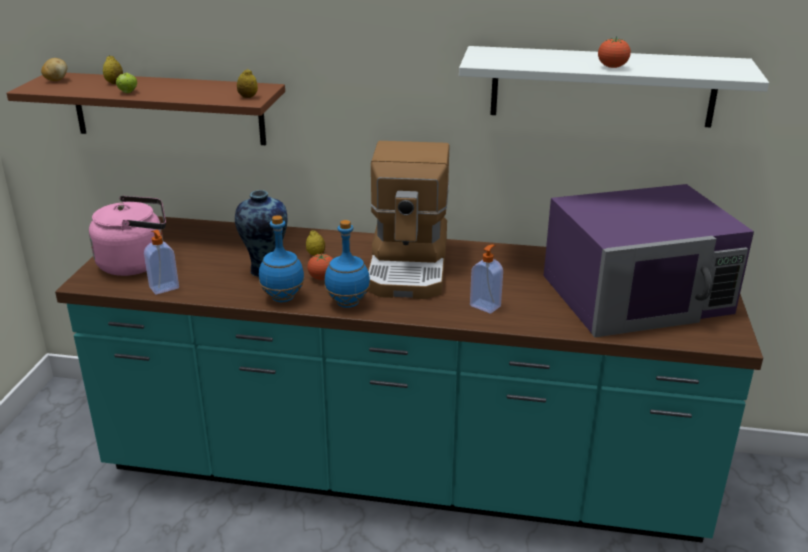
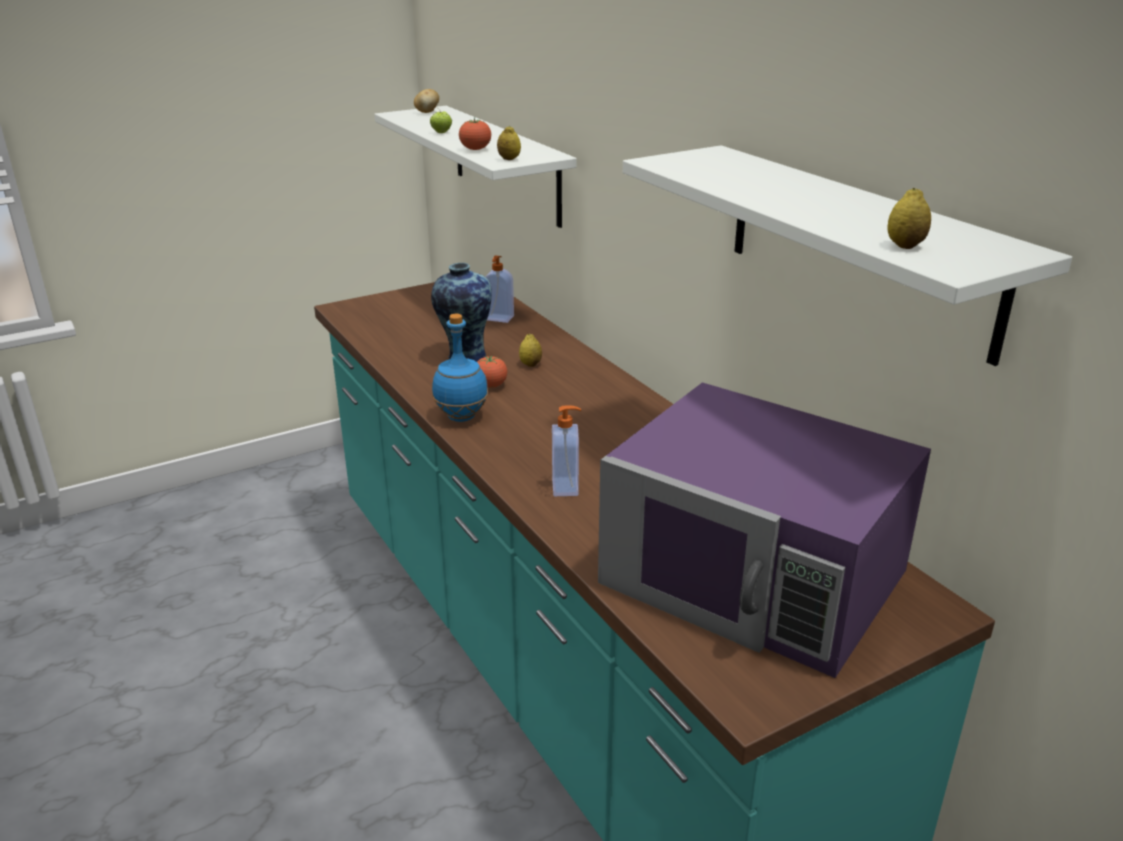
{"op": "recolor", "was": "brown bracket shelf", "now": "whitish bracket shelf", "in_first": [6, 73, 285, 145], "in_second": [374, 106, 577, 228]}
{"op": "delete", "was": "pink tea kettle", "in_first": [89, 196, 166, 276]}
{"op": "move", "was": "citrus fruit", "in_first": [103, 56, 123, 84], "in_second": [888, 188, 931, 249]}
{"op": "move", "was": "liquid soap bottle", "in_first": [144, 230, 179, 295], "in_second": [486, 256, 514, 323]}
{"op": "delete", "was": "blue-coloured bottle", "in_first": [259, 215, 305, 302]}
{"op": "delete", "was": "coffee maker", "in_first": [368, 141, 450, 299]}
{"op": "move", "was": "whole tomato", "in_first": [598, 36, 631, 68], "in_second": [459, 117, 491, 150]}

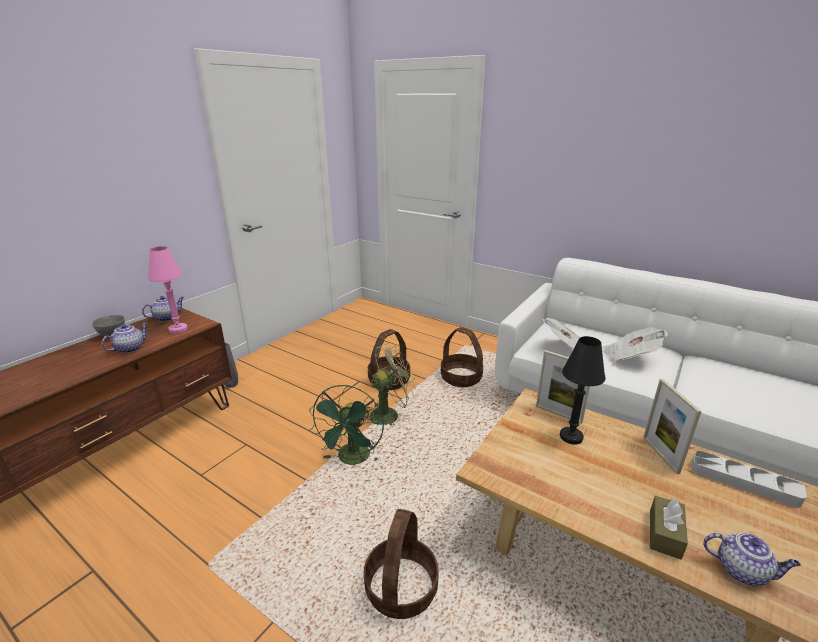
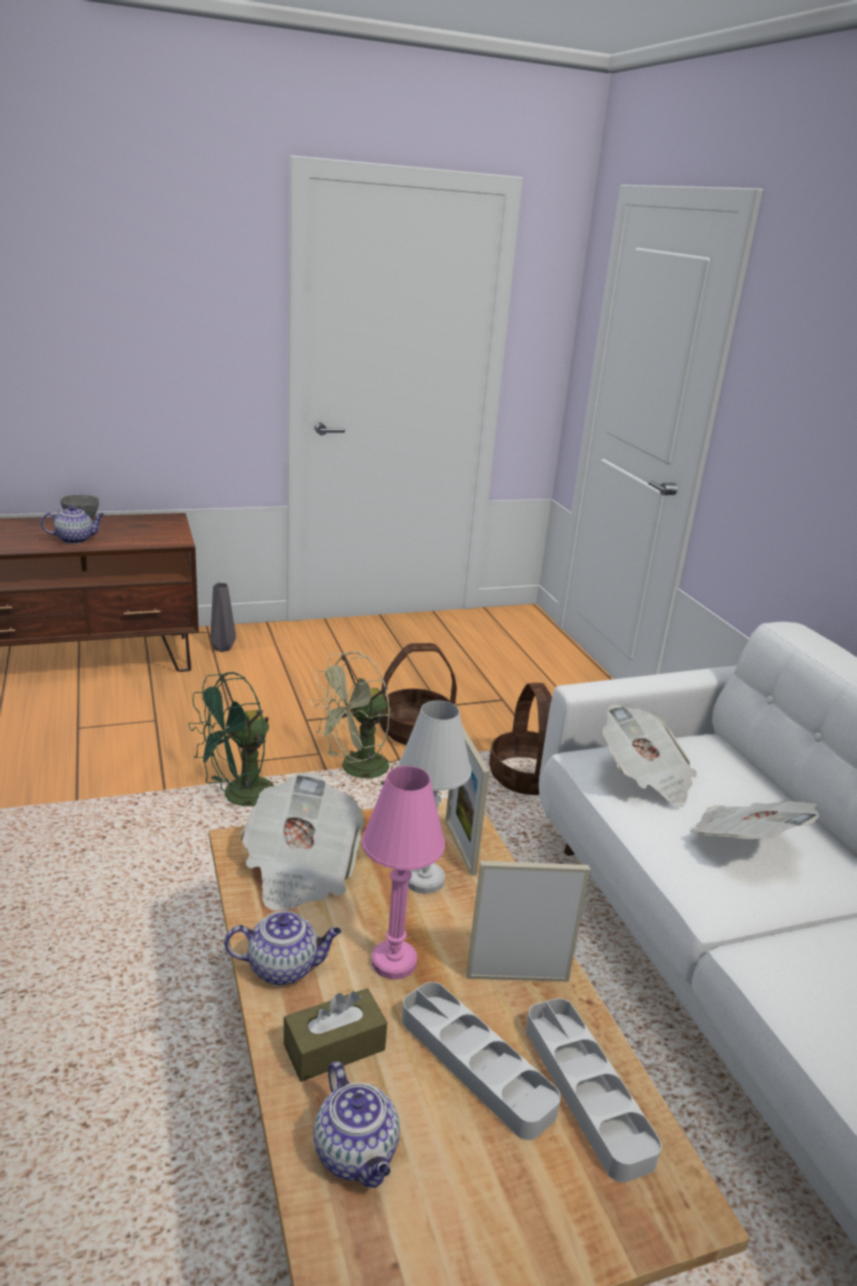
{"op": "move", "was": "pot for tea", "in_first": [142, 296, 184, 322], "in_second": [224, 911, 341, 986]}
{"op": "move", "was": "pink lamp for a table", "in_first": [148, 246, 188, 334], "in_second": [362, 766, 445, 980]}
{"op": "rotate", "was": "green-coloured fan", "in_first": [364, 343, 418, 425], "in_second": [310, 652, 400, 785], "clockwise": 135}
{"op": "delete", "was": "household basket", "in_first": [364, 509, 439, 619]}
{"op": "recolor", "was": "blackish lamp for a table", "now": "whitish lamp for a table", "in_first": [560, 336, 605, 444], "in_second": [398, 701, 472, 894]}
{"op": "rotate", "was": "standing frame", "in_first": [643, 379, 702, 474], "in_second": [466, 861, 590, 982], "clockwise": 60}
{"op": "insert", "now": "printed paper", "in_second": [241, 773, 365, 911]}
{"op": "insert", "now": "gray serving tray", "in_second": [402, 982, 561, 1140]}

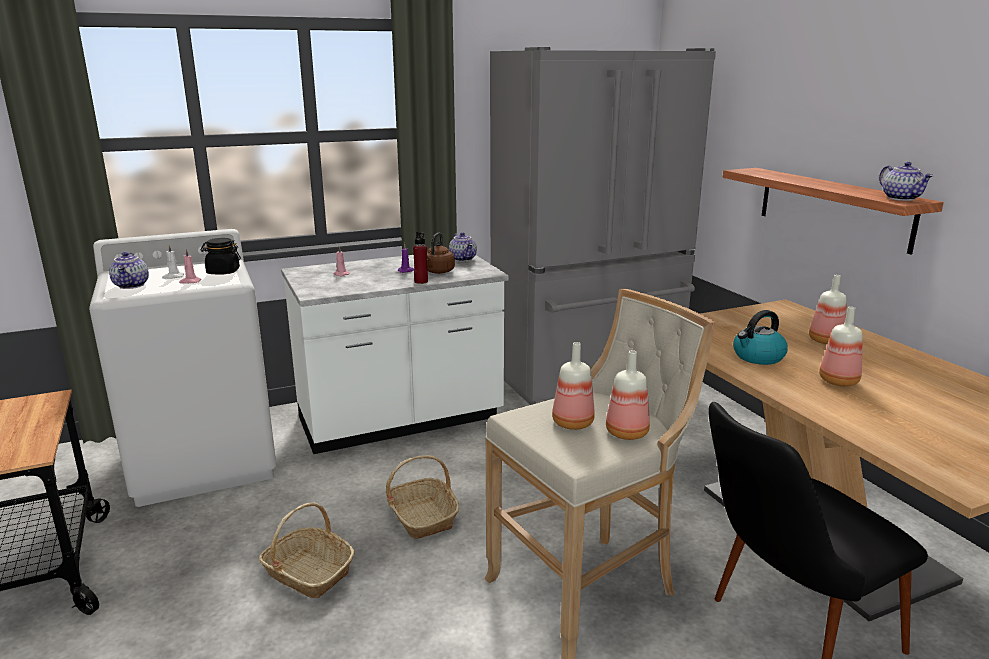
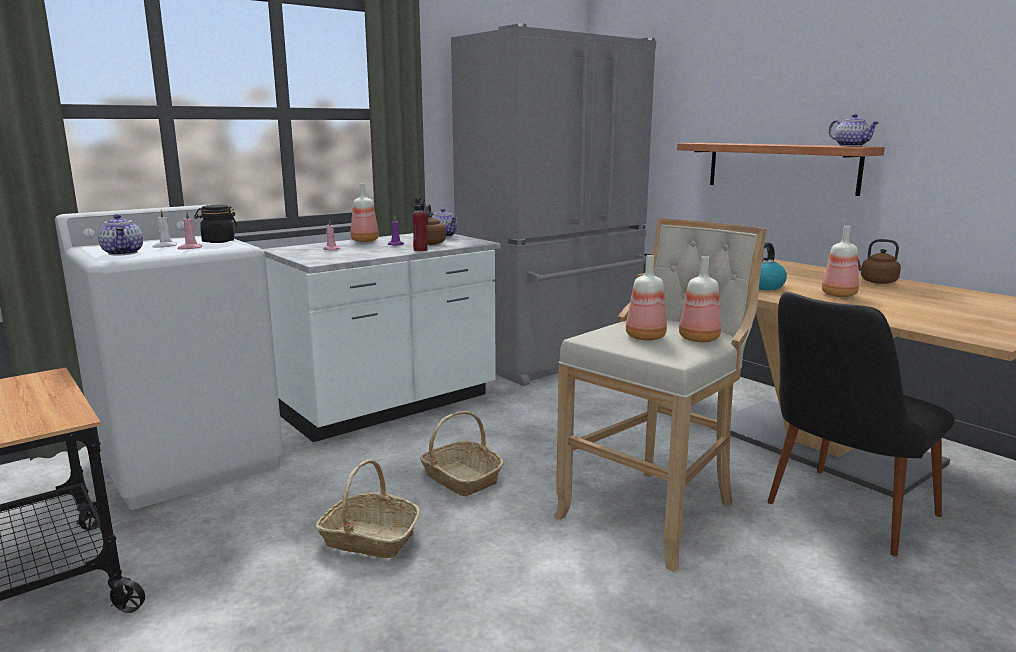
{"op": "move", "was": "bottle", "in_first": [809, 275, 847, 344], "in_second": [350, 183, 379, 242]}
{"op": "insert", "now": "brown tea kettle", "in_second": [858, 239, 901, 284]}

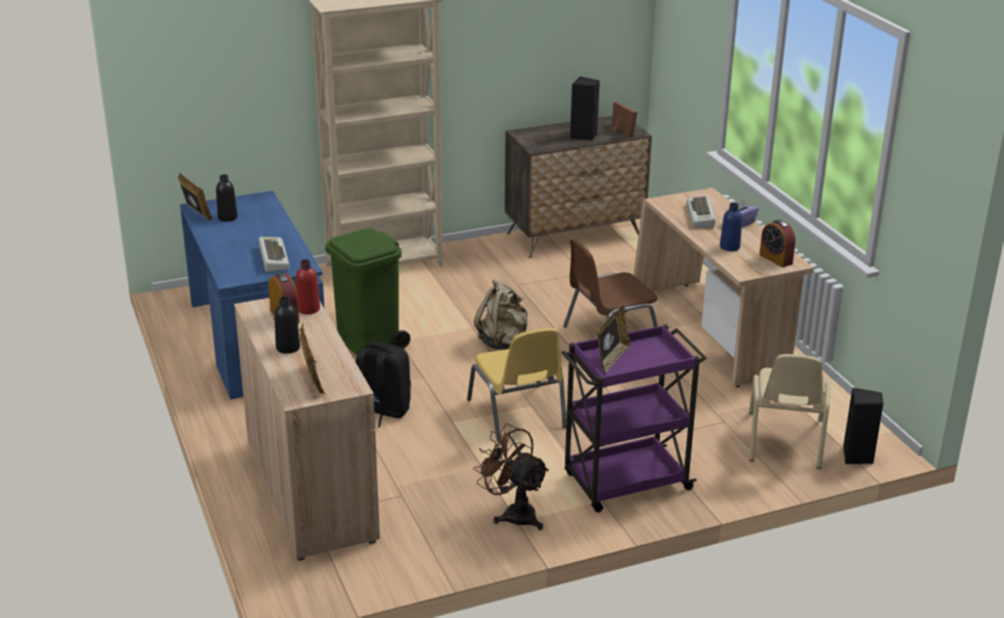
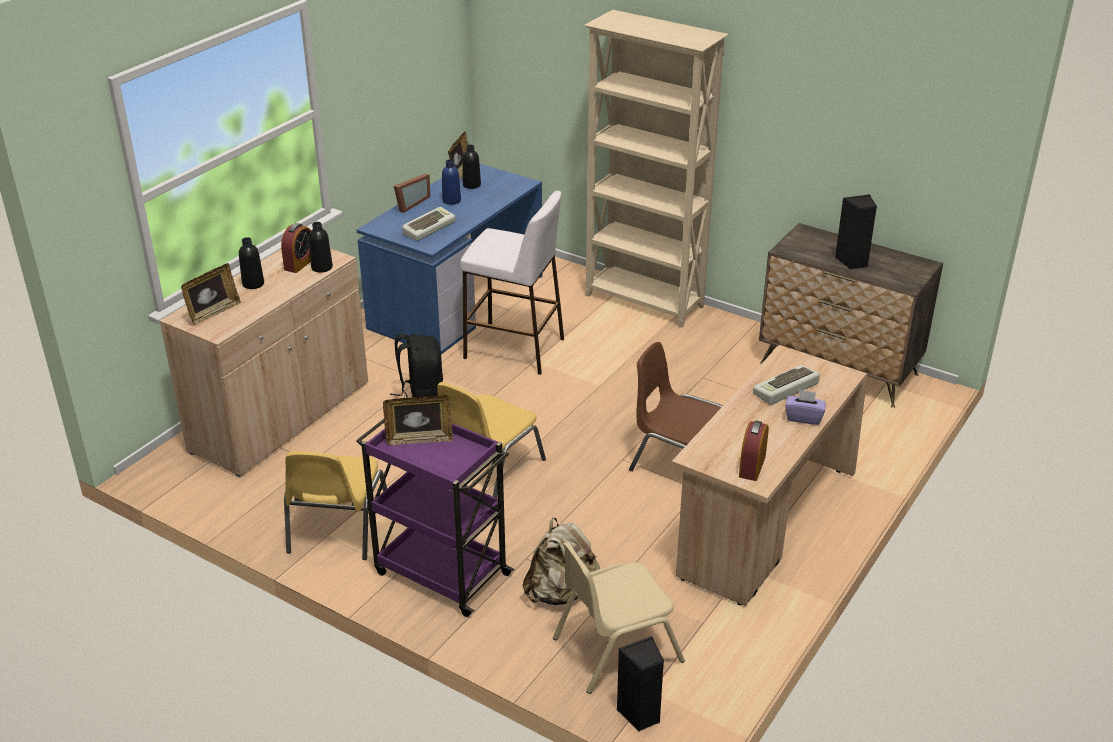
{"op": "recolor", "was": "red bottle", "now": "blackish bottle", "in_first": [296, 259, 320, 314], "in_second": [309, 222, 333, 273]}
{"op": "replace", "was": "green-coloured trash can", "now": "whitish sitting stool", "in_first": [325, 228, 411, 355], "in_second": [460, 191, 564, 375]}
{"op": "replace", "was": "brown fan", "now": "yellow upright chair", "in_first": [473, 423, 549, 530], "in_second": [284, 451, 387, 560]}
{"op": "move", "was": "beige backpack", "in_first": [474, 280, 527, 350], "in_second": [522, 518, 600, 605]}
{"op": "move", "was": "standing frame", "in_first": [612, 101, 637, 137], "in_second": [394, 173, 430, 213]}
{"op": "move", "was": "blue-coloured bottle", "in_first": [720, 203, 742, 251], "in_second": [442, 160, 461, 205]}

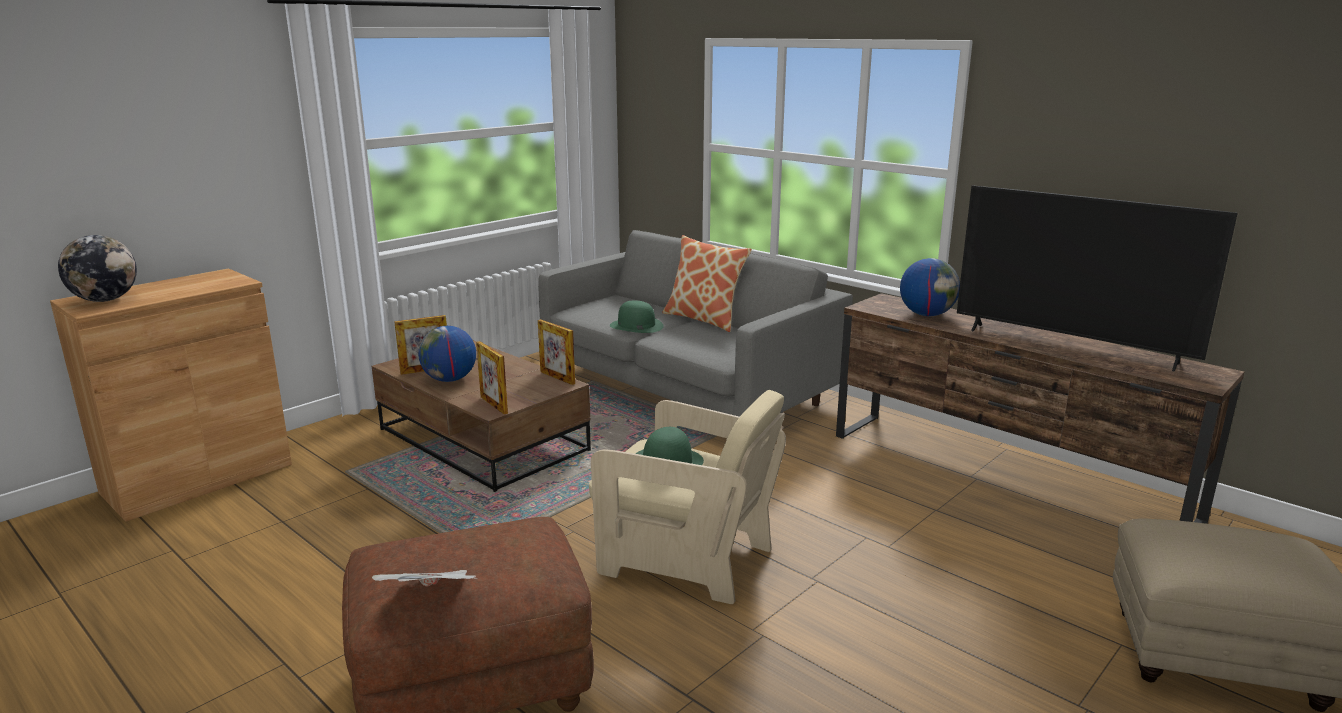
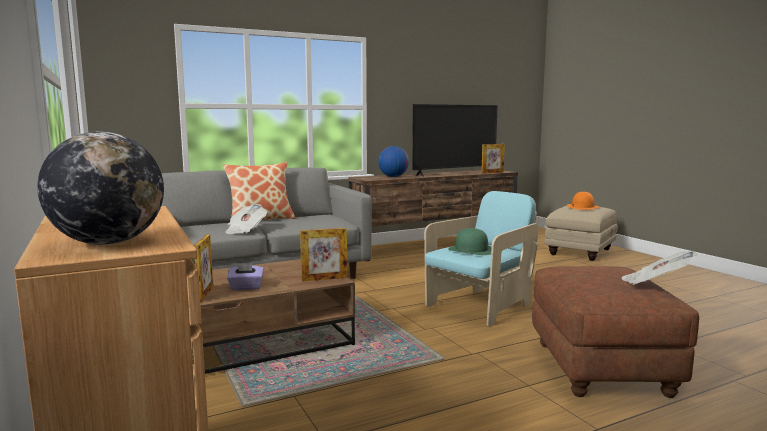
{"op": "replace", "was": "desk globe", "now": "purple-coloured tissue holder", "in_first": [418, 326, 476, 382], "in_second": [227, 263, 264, 290]}
{"op": "move", "was": "standing frame", "in_first": [538, 319, 575, 385], "in_second": [481, 144, 505, 174]}
{"op": "recolor", "was": "beige lounge chair", "now": "blue-green lounge chair", "in_first": [589, 390, 786, 604], "in_second": [424, 191, 539, 327]}
{"op": "replace", "was": "green-coloured hat", "now": "printed paper", "in_first": [610, 300, 664, 333], "in_second": [225, 204, 267, 234]}
{"op": "insert", "now": "orange hat", "in_second": [567, 192, 600, 210]}

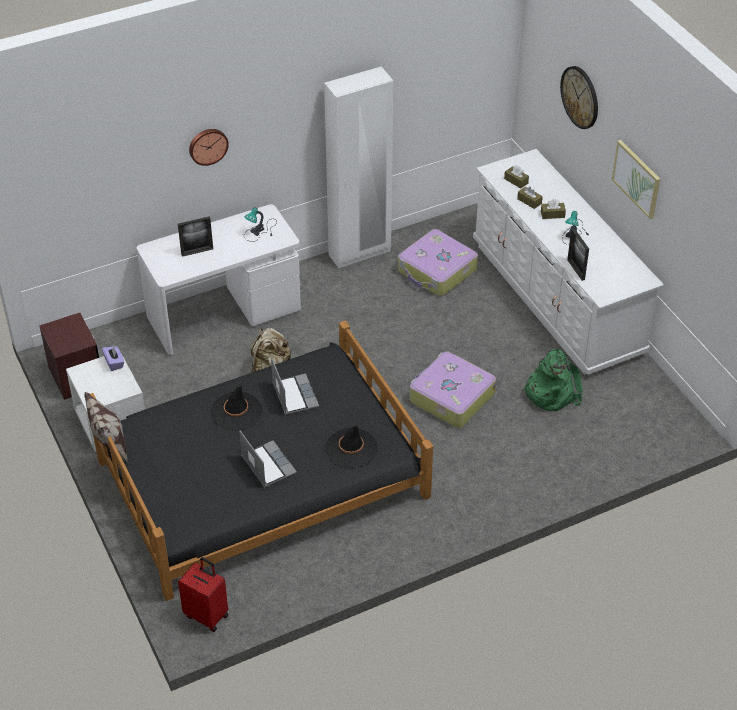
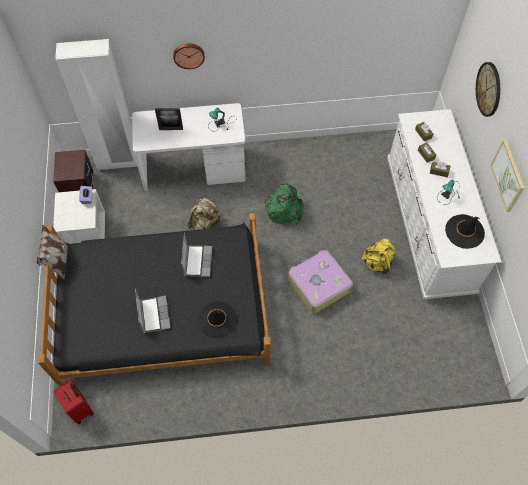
{"op": "move", "was": "blackish hat", "in_first": [211, 385, 262, 431], "in_second": [445, 214, 485, 249]}
{"op": "move", "was": "whitish armoire", "in_first": [324, 67, 393, 268], "in_second": [55, 39, 138, 170]}
{"op": "delete", "was": "piece of luggage", "in_first": [398, 229, 478, 296]}
{"op": "move", "was": "green-coloured backpack", "in_first": [522, 349, 583, 411], "in_second": [263, 183, 304, 224]}
{"op": "delete", "was": "standing frame", "in_first": [567, 228, 589, 281]}
{"op": "insert", "now": "yellow backpack", "in_second": [362, 239, 397, 275]}

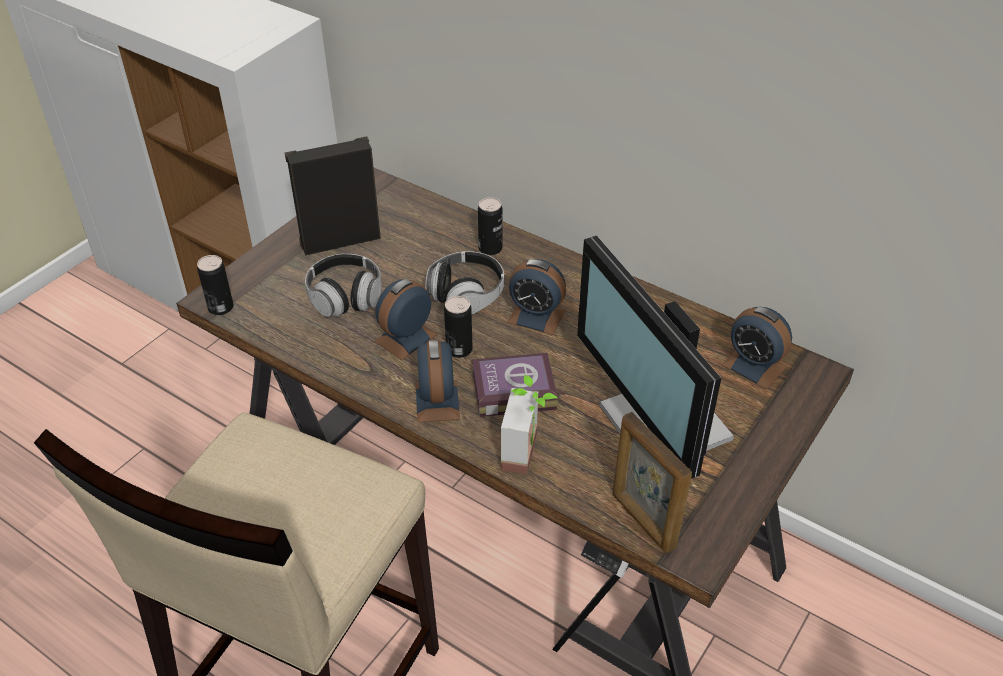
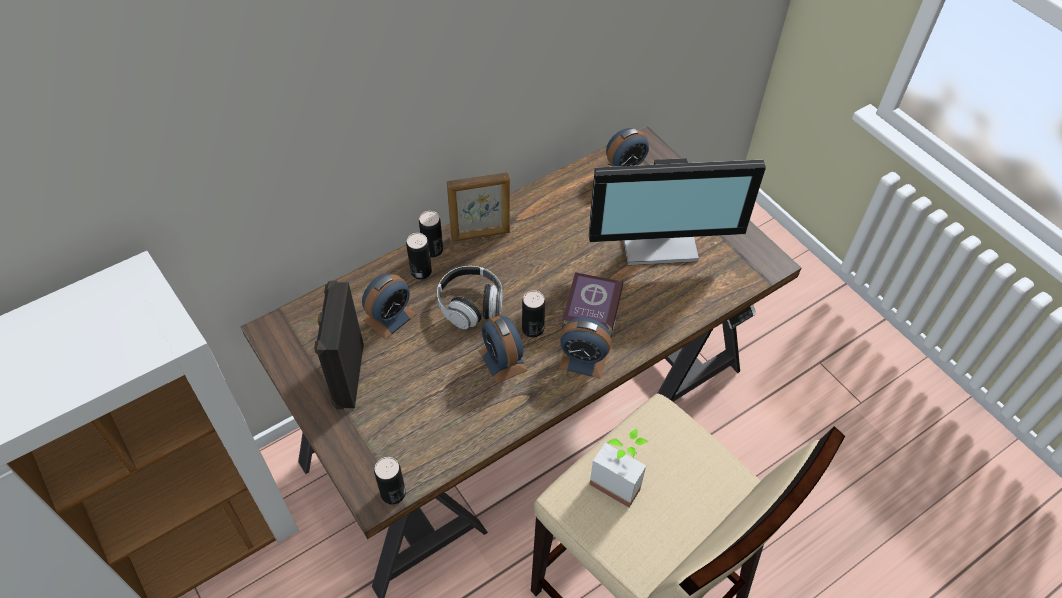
{"op": "delete", "was": "headphones", "in_first": [305, 254, 382, 317]}
{"op": "move", "was": "plant in a pot", "in_first": [501, 375, 557, 474], "in_second": [589, 429, 649, 508]}
{"op": "move", "was": "table clock", "in_first": [507, 259, 566, 335], "in_second": [362, 273, 416, 340]}
{"op": "move", "was": "standing frame", "in_first": [612, 412, 692, 553], "in_second": [447, 172, 510, 242]}
{"op": "insert", "now": "sealed can", "in_second": [419, 211, 443, 257]}

